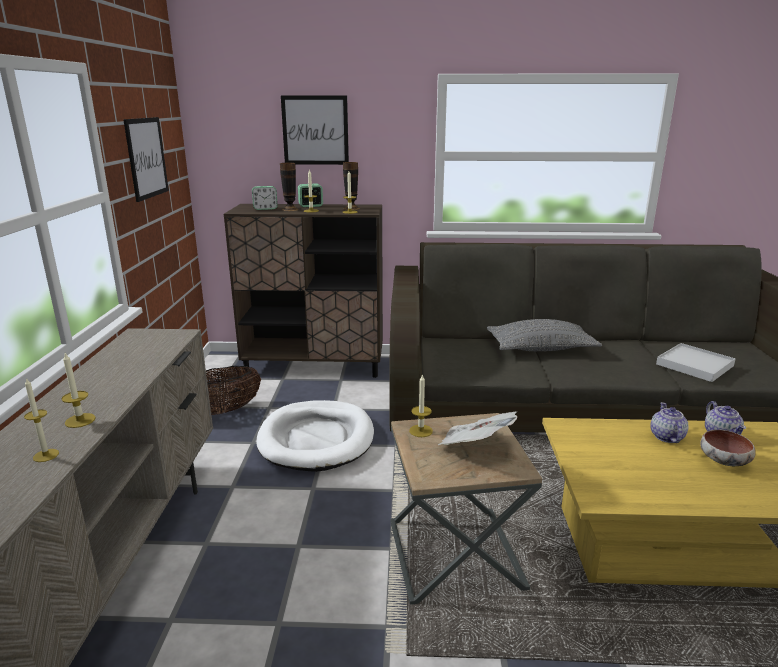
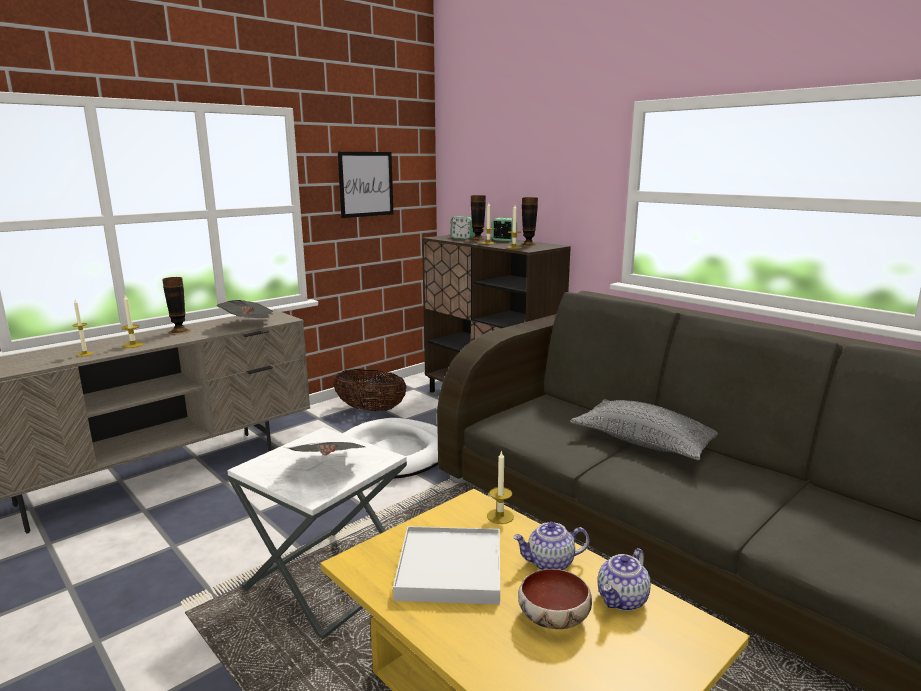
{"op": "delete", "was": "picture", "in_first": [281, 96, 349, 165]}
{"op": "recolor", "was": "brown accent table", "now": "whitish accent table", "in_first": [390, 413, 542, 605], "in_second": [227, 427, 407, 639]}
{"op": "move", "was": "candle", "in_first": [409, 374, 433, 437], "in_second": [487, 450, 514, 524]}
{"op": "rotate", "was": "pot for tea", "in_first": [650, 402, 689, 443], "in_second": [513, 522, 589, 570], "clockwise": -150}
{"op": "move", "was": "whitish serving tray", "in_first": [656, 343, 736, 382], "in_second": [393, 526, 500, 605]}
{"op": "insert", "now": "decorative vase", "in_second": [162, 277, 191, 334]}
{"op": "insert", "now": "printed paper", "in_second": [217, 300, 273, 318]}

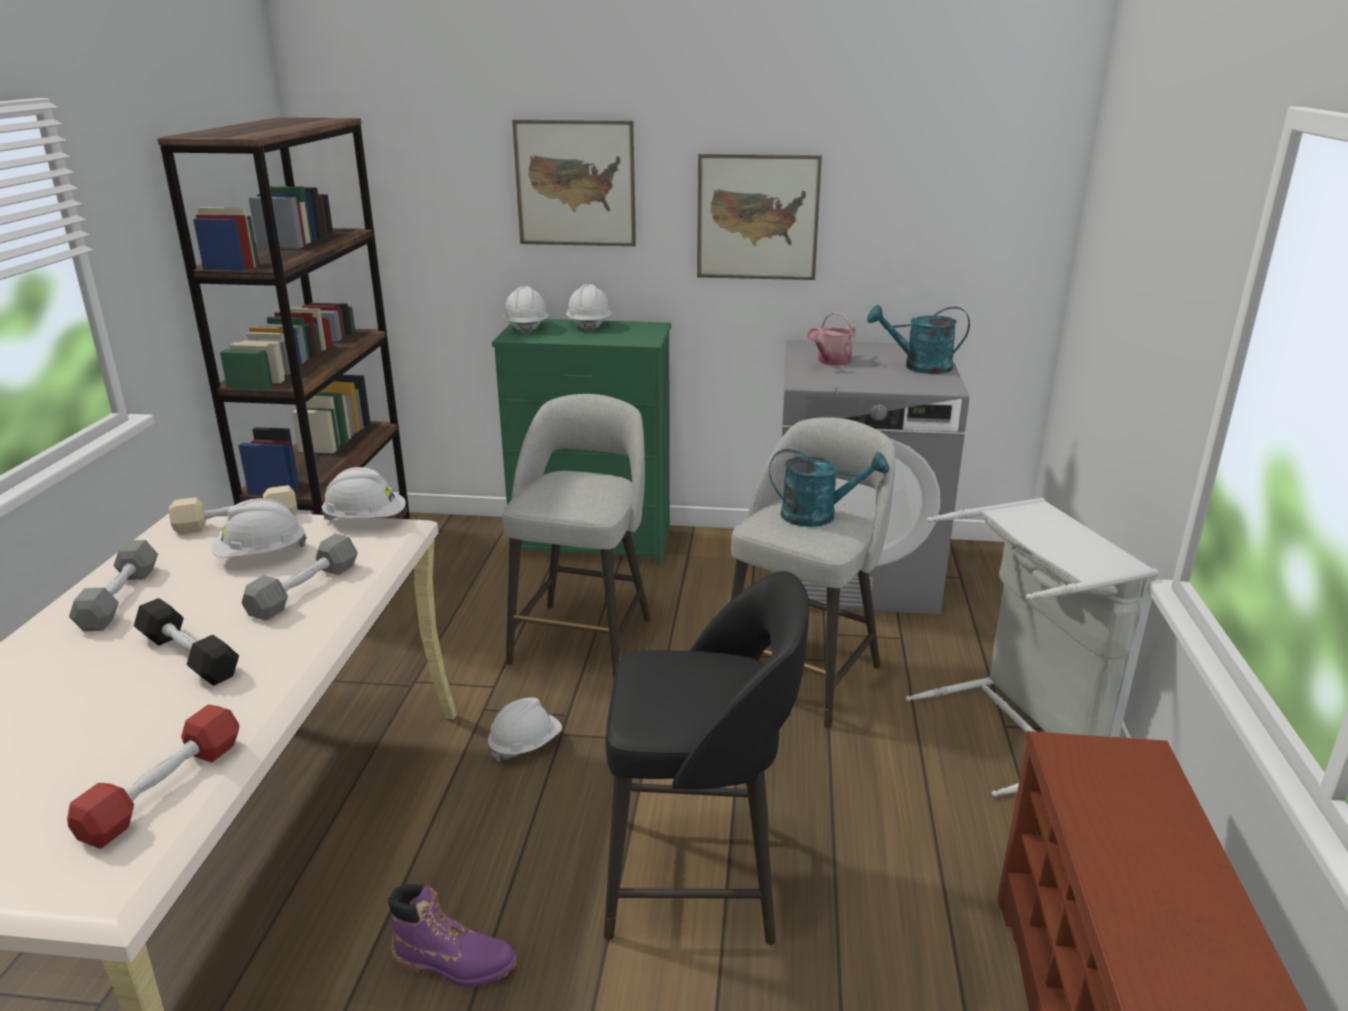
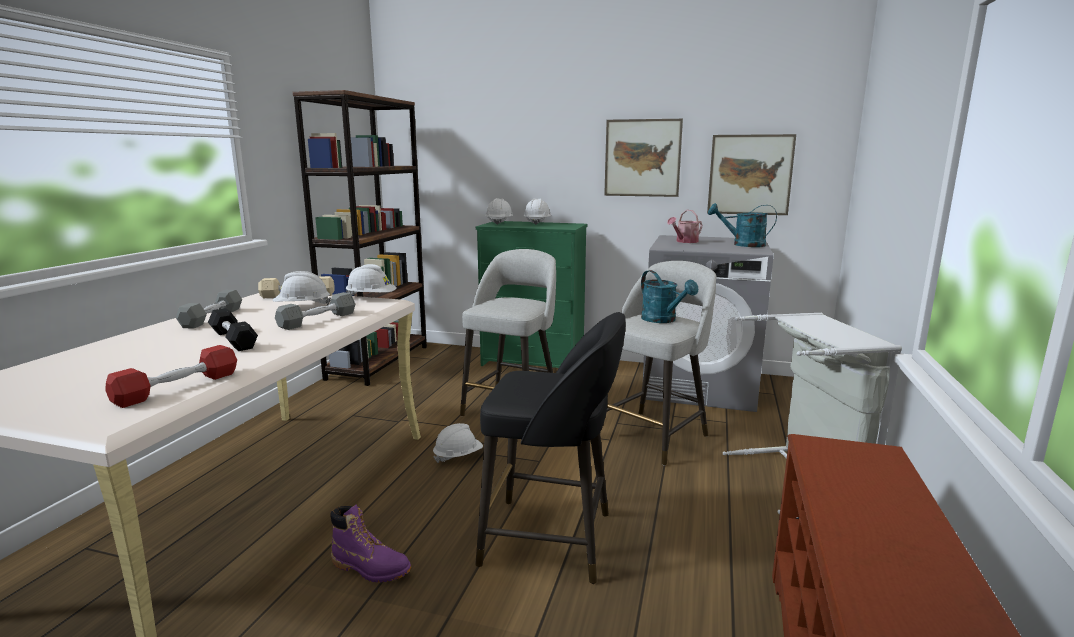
{"op": "move", "was": "picture", "in_first": [512, 120, 636, 246], "in_second": [707, 134, 796, 215]}
{"op": "rotate", "was": "blue-green watering pot", "in_first": [769, 449, 889, 527], "in_second": [641, 270, 698, 323], "clockwise": 45}

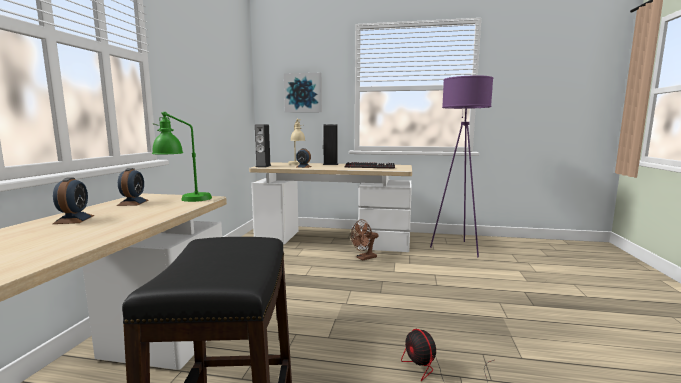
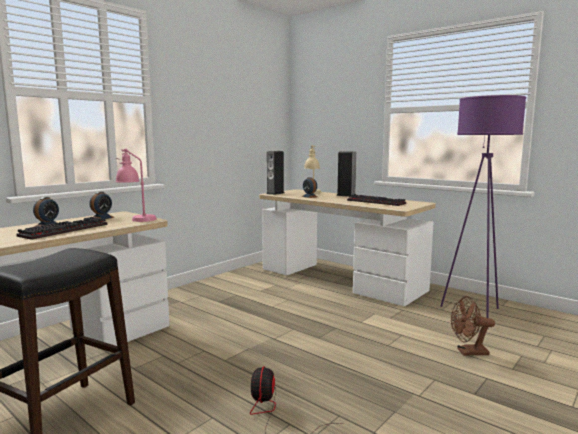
{"op": "recolor", "was": "green-coloured lamp for a table", "now": "pink lamp for a table", "in_first": [152, 112, 212, 202], "in_second": [115, 148, 157, 222]}
{"op": "delete", "was": "picture", "in_first": [284, 73, 322, 113]}
{"op": "move", "was": "brown fan", "in_first": [351, 219, 378, 261], "in_second": [451, 296, 495, 356]}
{"op": "insert", "now": "keyboard", "in_second": [16, 217, 108, 240]}

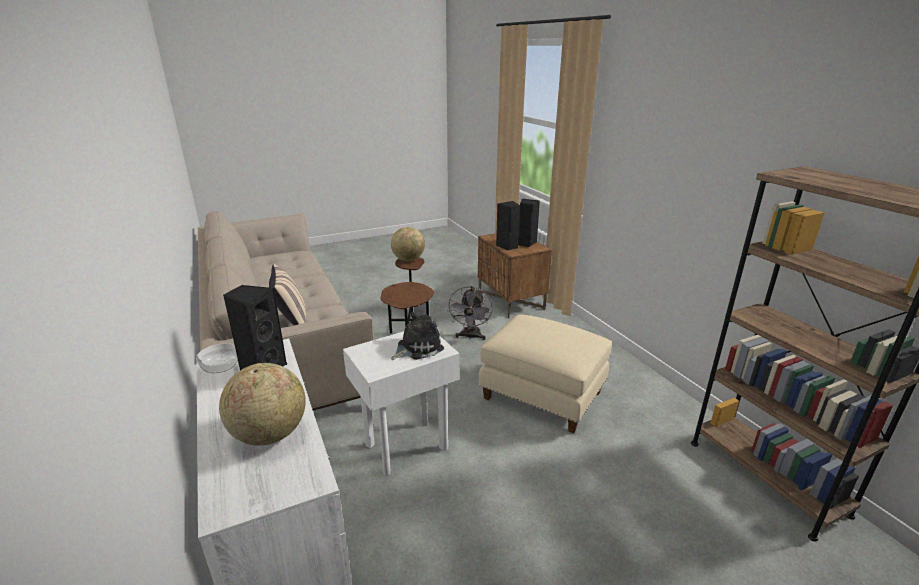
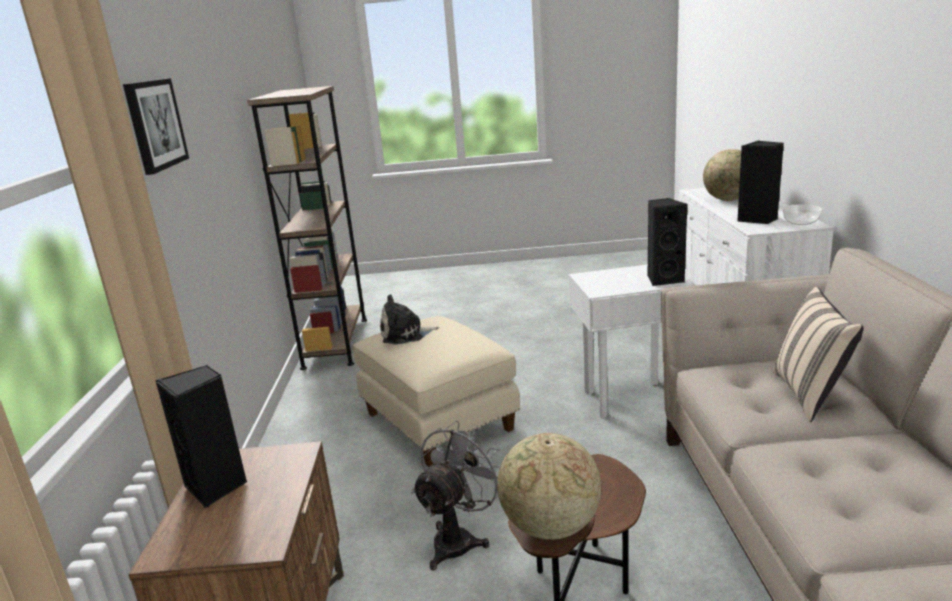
{"op": "move", "was": "soft toy", "in_first": [391, 312, 444, 360], "in_second": [380, 294, 439, 345]}
{"op": "move", "was": "blackish loudspeaker", "in_first": [496, 201, 520, 250], "in_second": [647, 198, 688, 286]}
{"op": "insert", "now": "picture", "in_second": [123, 78, 189, 175]}

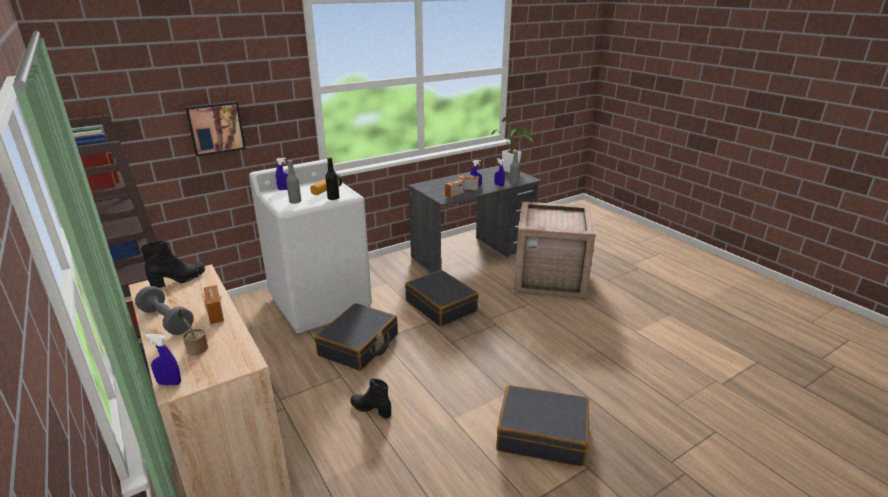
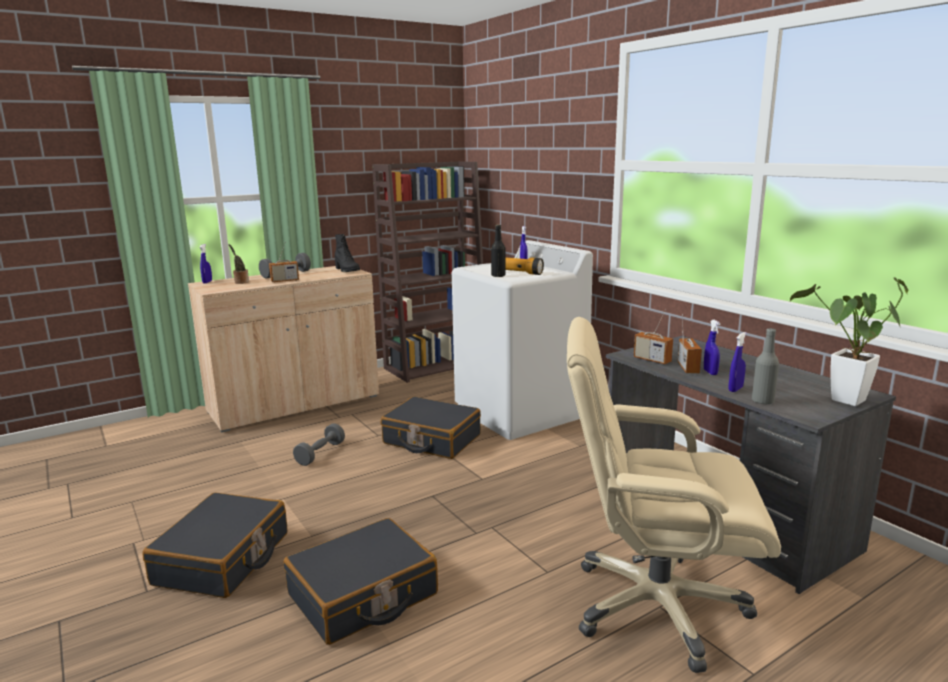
{"op": "delete", "was": "picture", "in_first": [185, 101, 246, 157]}
{"op": "delete", "was": "gray bottle", "in_first": [286, 160, 301, 204]}
{"op": "replace", "was": "blackish tall boot", "now": "gray dumbbell", "in_first": [350, 378, 391, 419], "in_second": [293, 423, 345, 466]}
{"op": "move", "was": "blackish piece of luggage", "in_first": [405, 270, 479, 327], "in_second": [283, 518, 438, 645]}
{"op": "replace", "was": "crate", "now": "beige computer chair", "in_first": [514, 202, 595, 300], "in_second": [567, 317, 781, 673]}

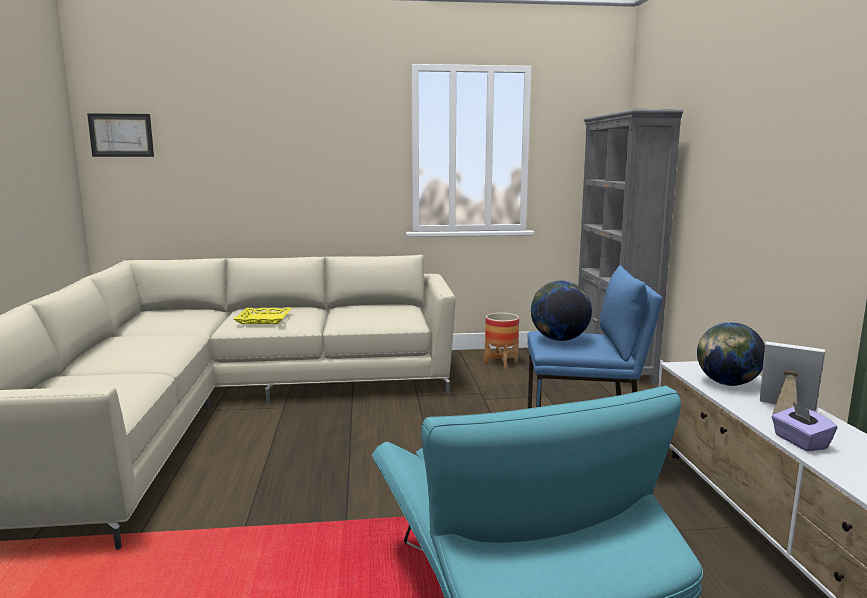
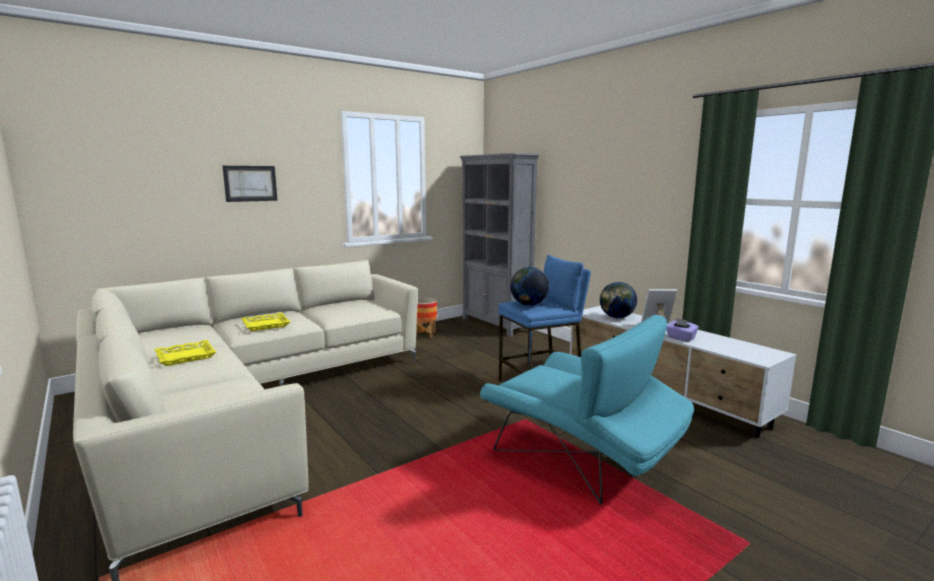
{"op": "move", "was": "picture", "in_first": [87, 113, 154, 157], "in_second": [223, 166, 278, 202]}
{"op": "insert", "now": "yellow serving tray", "in_second": [154, 340, 216, 366]}

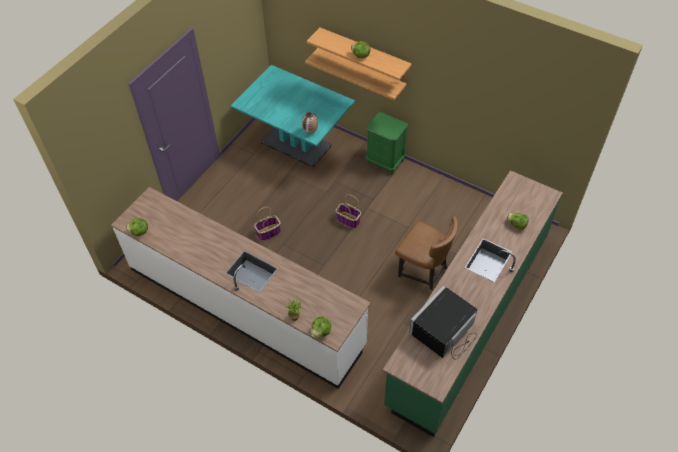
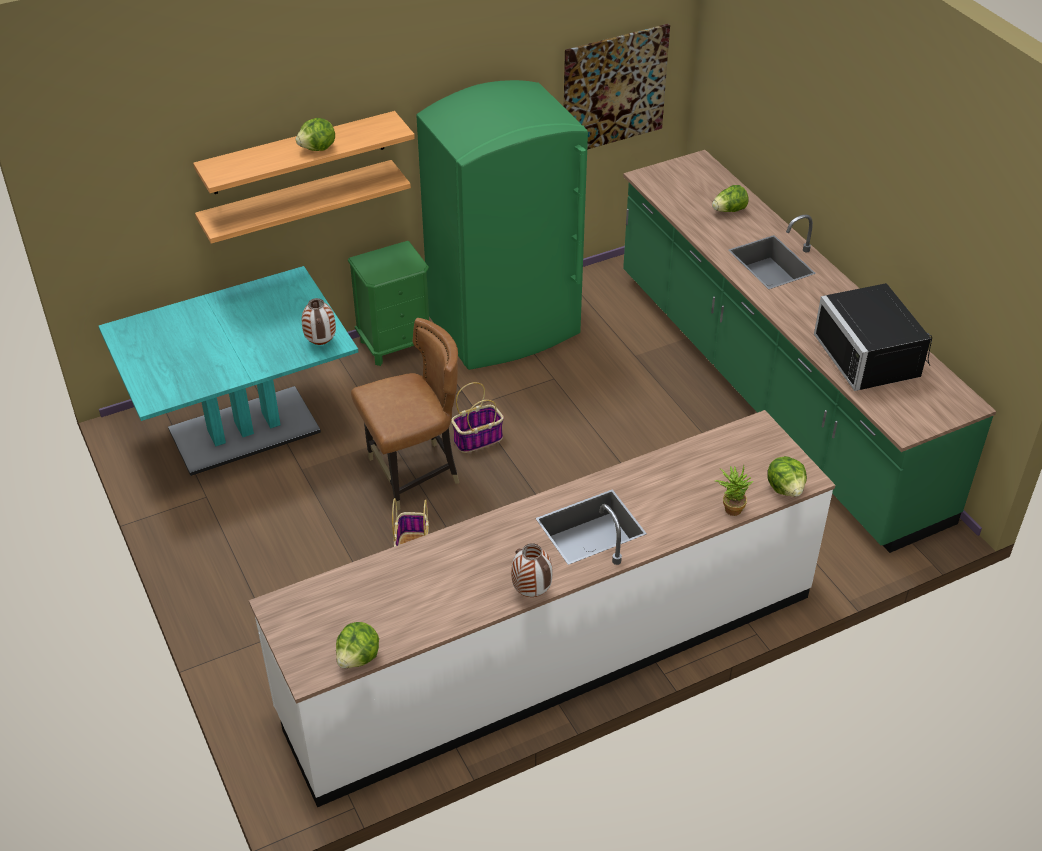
{"op": "move", "was": "brown upright chair", "in_first": [395, 216, 458, 294], "in_second": [351, 318, 459, 510]}
{"op": "insert", "now": "green-coloured fridge", "in_second": [416, 80, 588, 370]}
{"op": "insert", "now": "decorative vase", "in_second": [511, 543, 553, 597]}
{"op": "insert", "now": "picture", "in_second": [564, 24, 670, 150]}

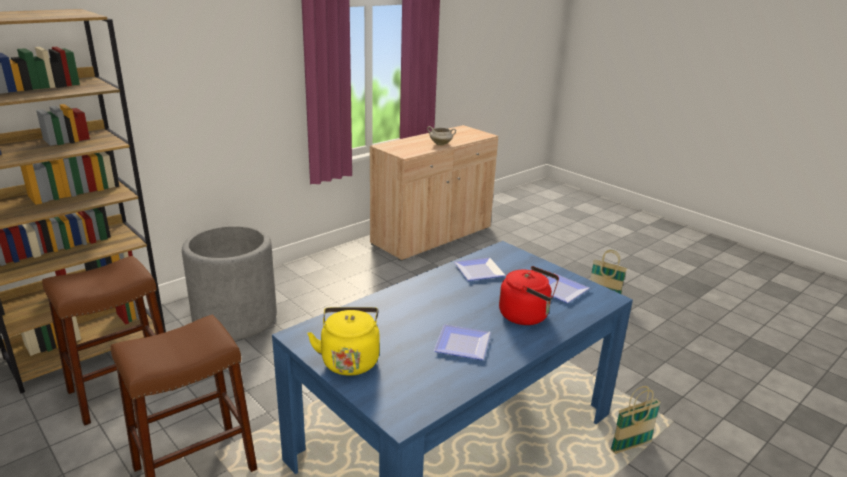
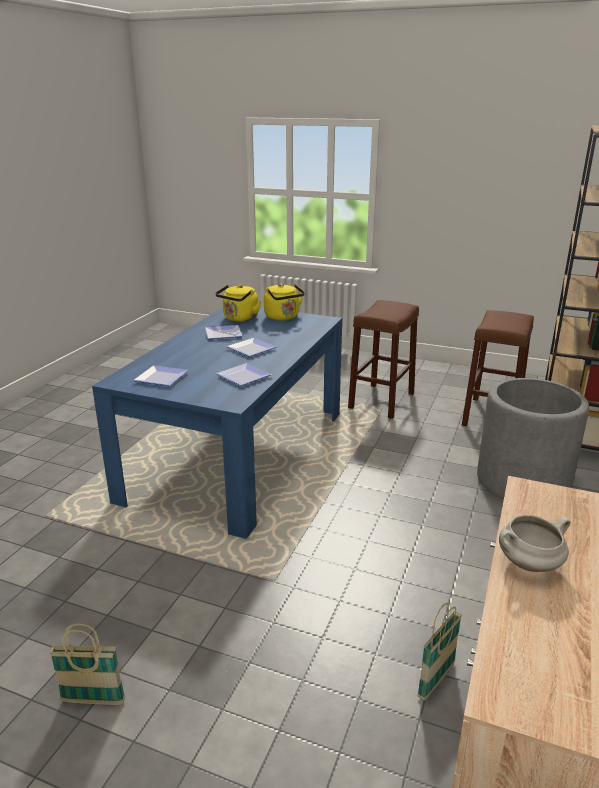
{"op": "delete", "was": "red tea kettle", "in_first": [499, 266, 559, 325]}
{"op": "move", "was": "household basket", "in_first": [611, 386, 661, 454], "in_second": [417, 603, 462, 701]}
{"op": "insert", "now": "yellow tea kettle", "in_second": [215, 285, 261, 322]}
{"op": "insert", "now": "plate", "in_second": [227, 338, 277, 357]}

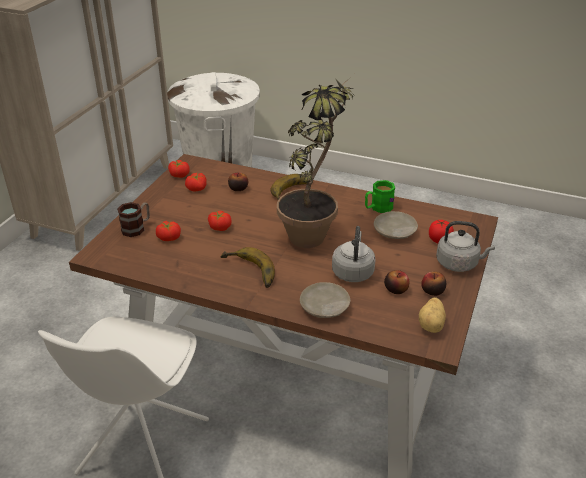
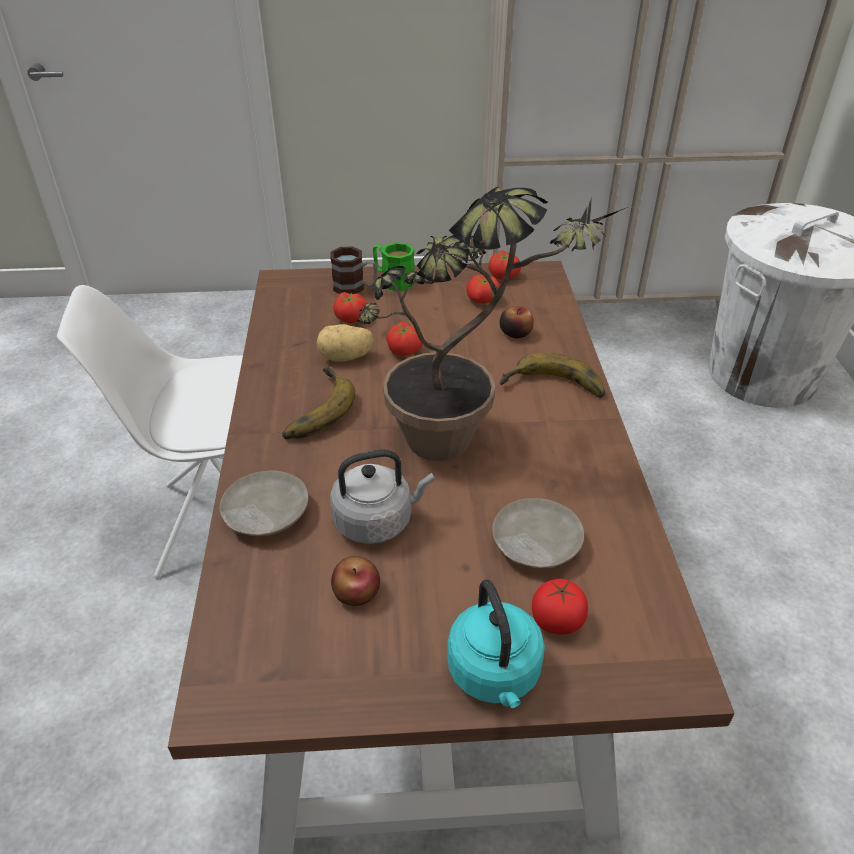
{"op": "move", "was": "green-coloured mug", "in_first": [365, 180, 395, 213], "in_second": [373, 242, 415, 291]}
{"op": "move", "was": "spud", "in_first": [419, 297, 446, 333], "in_second": [317, 324, 374, 361]}
{"op": "delete", "was": "whole apple", "in_first": [421, 272, 446, 296]}
{"op": "recolor", "was": "gray tea kettle", "now": "blue-green tea kettle", "in_first": [436, 221, 495, 272], "in_second": [447, 580, 545, 708]}

